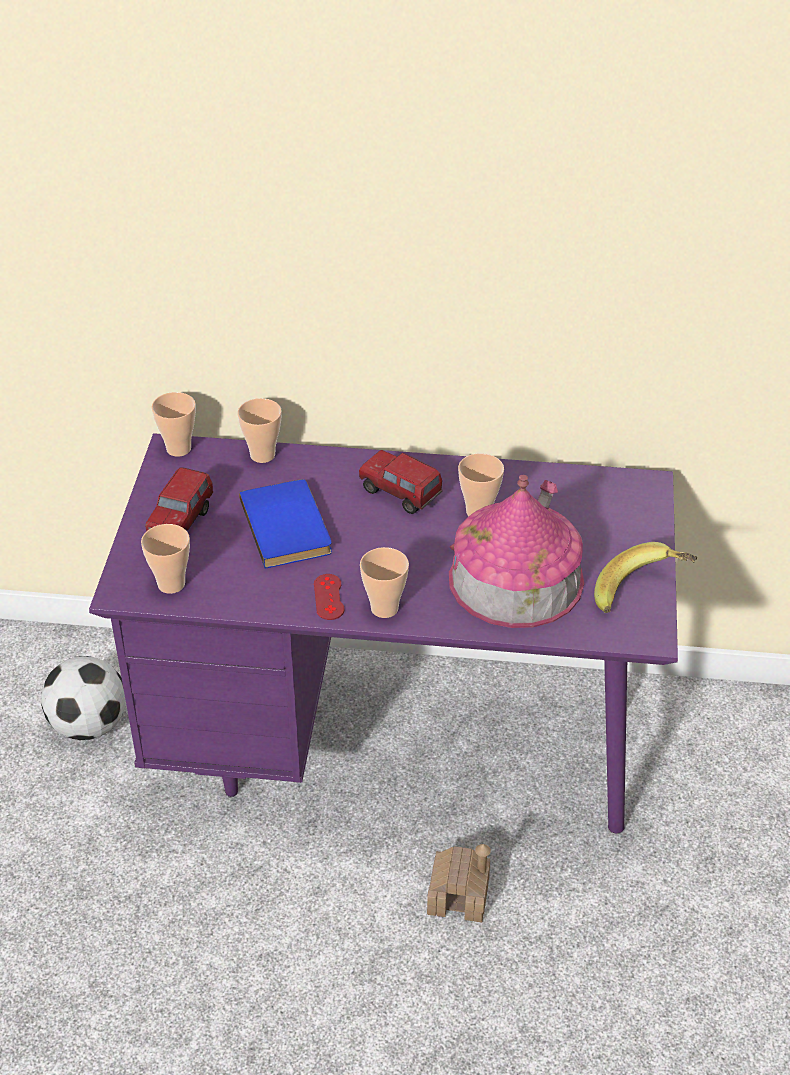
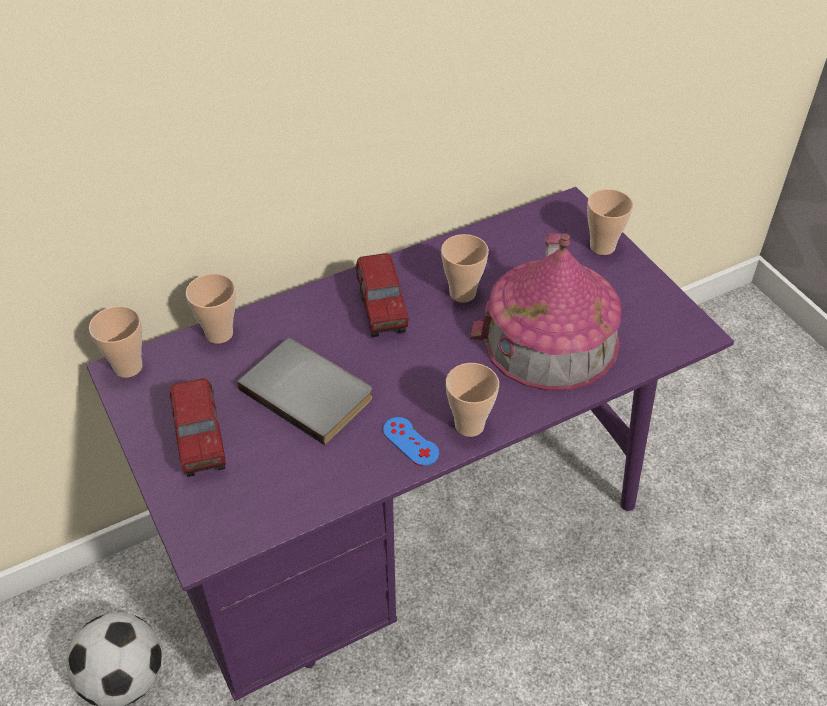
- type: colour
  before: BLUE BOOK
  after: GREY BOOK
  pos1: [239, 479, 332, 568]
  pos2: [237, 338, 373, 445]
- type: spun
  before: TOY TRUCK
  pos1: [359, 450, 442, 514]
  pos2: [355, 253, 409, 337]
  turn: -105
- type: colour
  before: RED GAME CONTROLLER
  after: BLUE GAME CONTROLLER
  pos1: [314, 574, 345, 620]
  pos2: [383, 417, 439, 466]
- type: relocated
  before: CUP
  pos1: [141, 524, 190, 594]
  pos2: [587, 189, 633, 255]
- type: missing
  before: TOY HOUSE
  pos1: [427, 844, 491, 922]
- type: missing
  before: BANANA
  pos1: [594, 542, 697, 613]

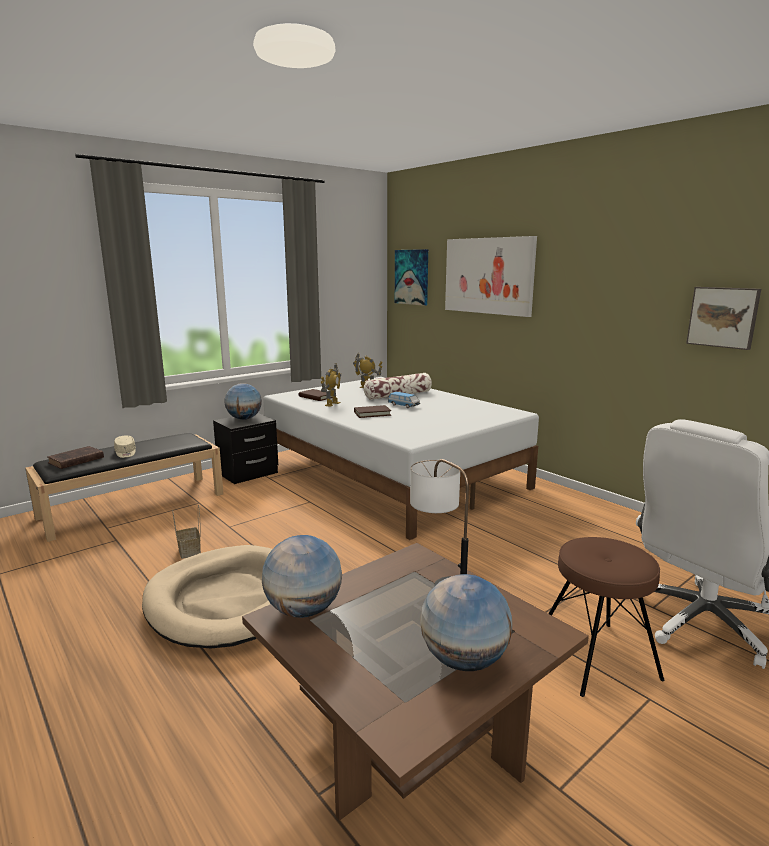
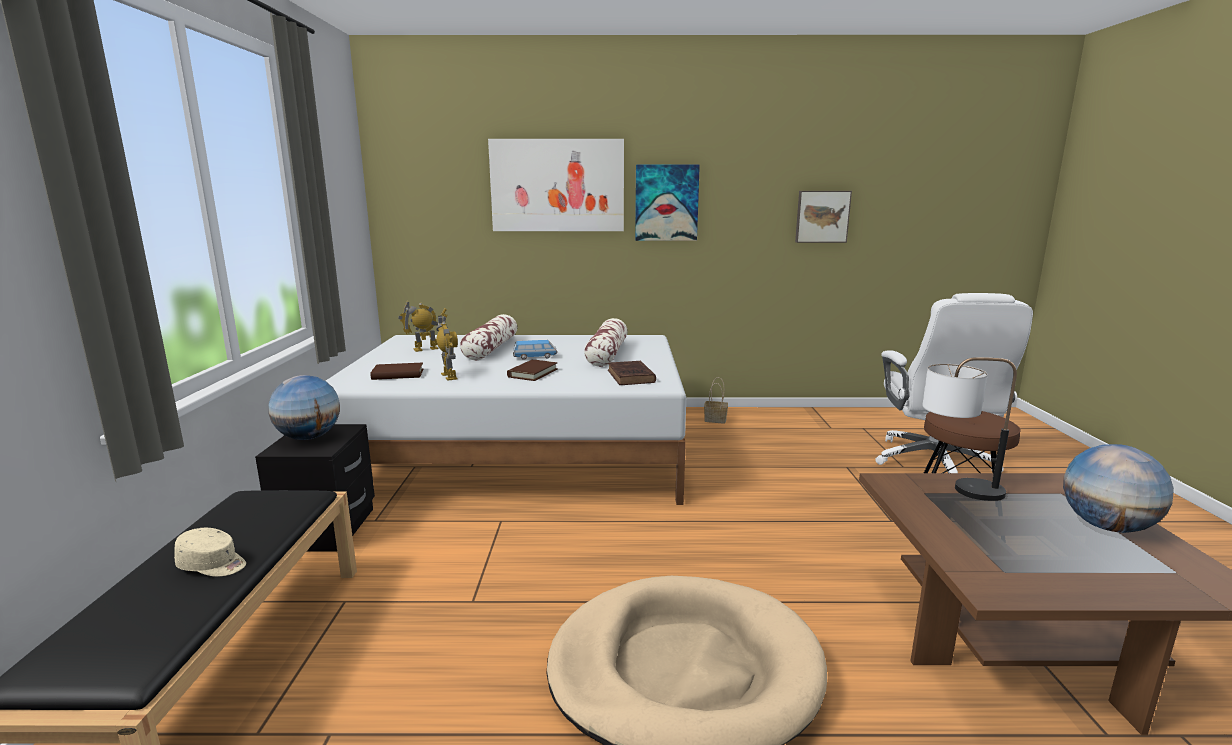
- type: appeared
  after: PILLOW
  pos2: [584, 318, 628, 367]
- type: relocated
  before: BROWN BOOK
  pos1: [47, 446, 104, 469]
  pos2: [608, 361, 656, 385]
- type: relocated
  before: PICTURE
  pos1: [395, 249, 428, 306]
  pos2: [635, 165, 700, 241]
- type: relocated
  before: BASKET
  pos1: [172, 505, 201, 559]
  pos2: [704, 377, 728, 424]
- type: missing
  before: GLOBE
  pos1: [262, 535, 342, 618]

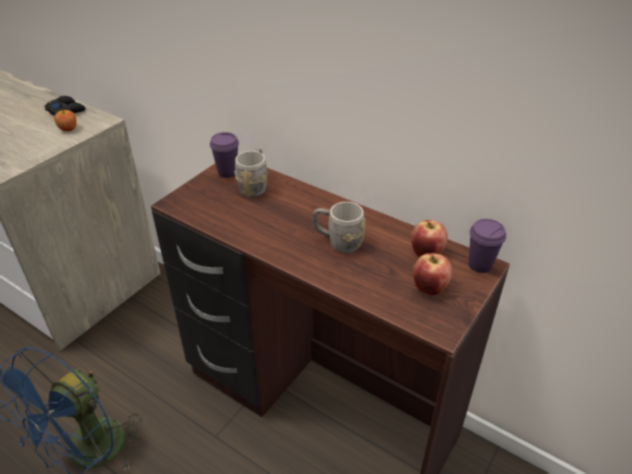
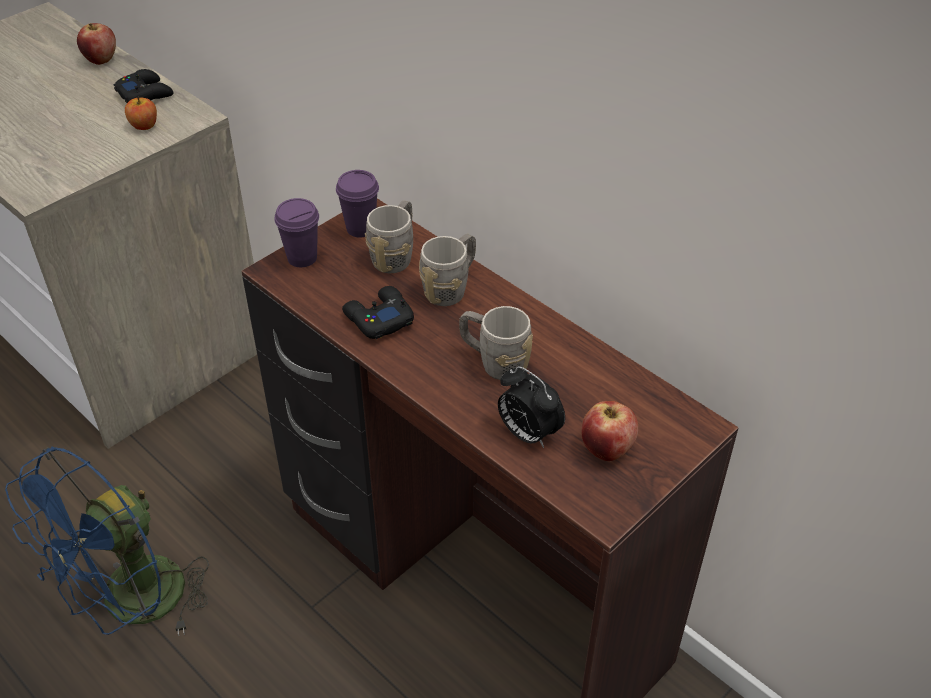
- type: relocated
  before: APPLE
  pos1: [411, 220, 448, 257]
  pos2: [77, 23, 116, 65]
- type: relocated
  before: PURPLE CUP
  pos1: [468, 219, 506, 273]
  pos2: [274, 198, 319, 267]
- type: appeared
  after: BLACK GAME CONTROLLER
  pos2: [342, 286, 414, 339]
- type: appeared
  after: GREY MUG
  pos2: [419, 234, 476, 306]
- type: appeared
  after: ALARM CLOCK
  pos2: [498, 366, 565, 448]

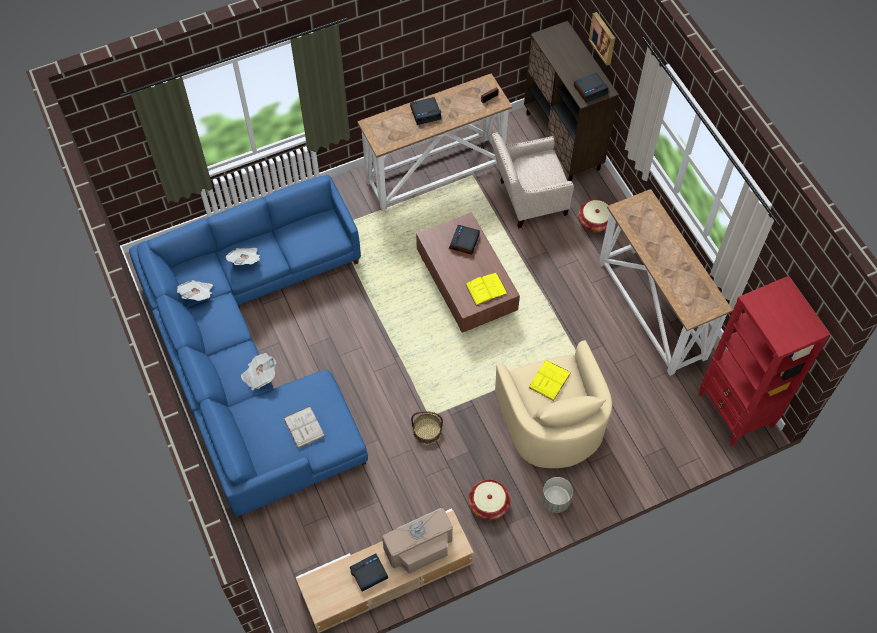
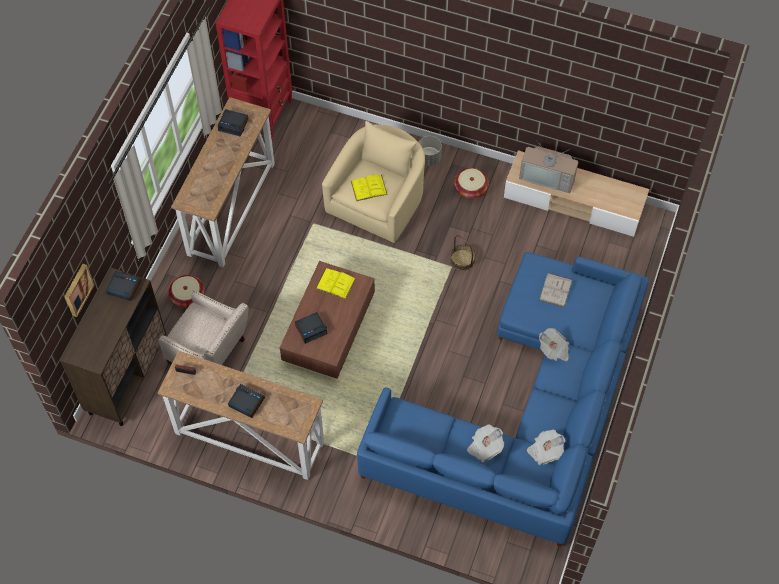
- type: relocated
  before: ALARM CLOCK
  pos1: [350, 554, 388, 592]
  pos2: [218, 109, 249, 137]

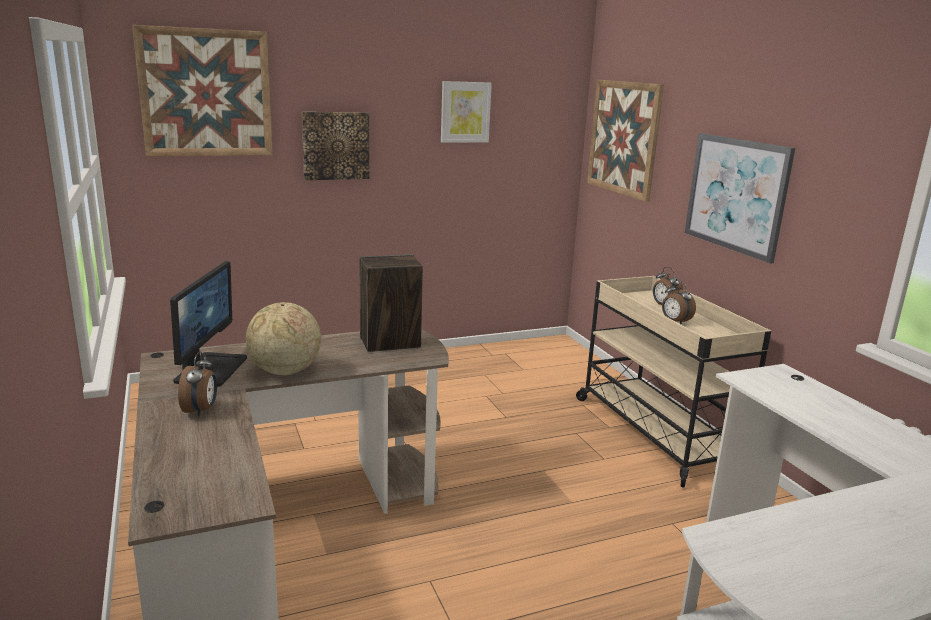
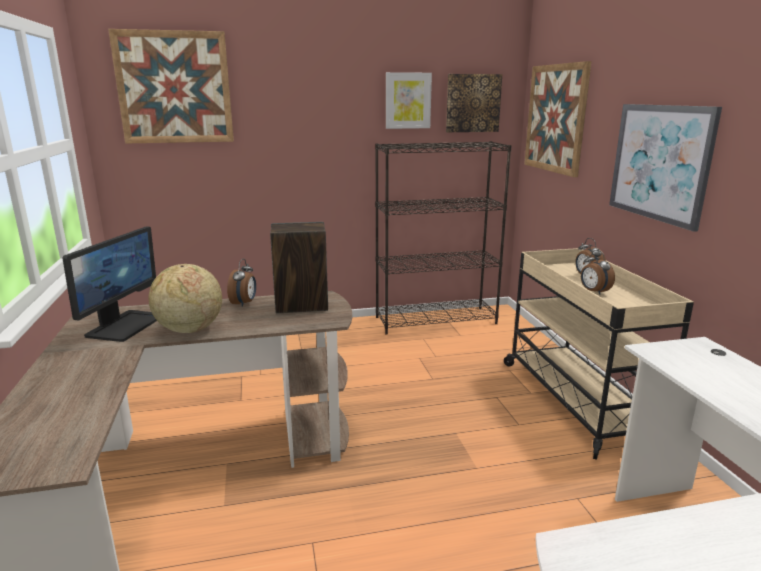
- type: relocated
  before: ALARM CLOCK
  pos1: [178, 351, 217, 416]
  pos2: [227, 259, 256, 307]
- type: appeared
  after: BLACK BOOKCASE
  pos2: [375, 141, 512, 335]
- type: relocated
  before: PICTURE
  pos1: [302, 112, 369, 180]
  pos2: [446, 74, 502, 132]

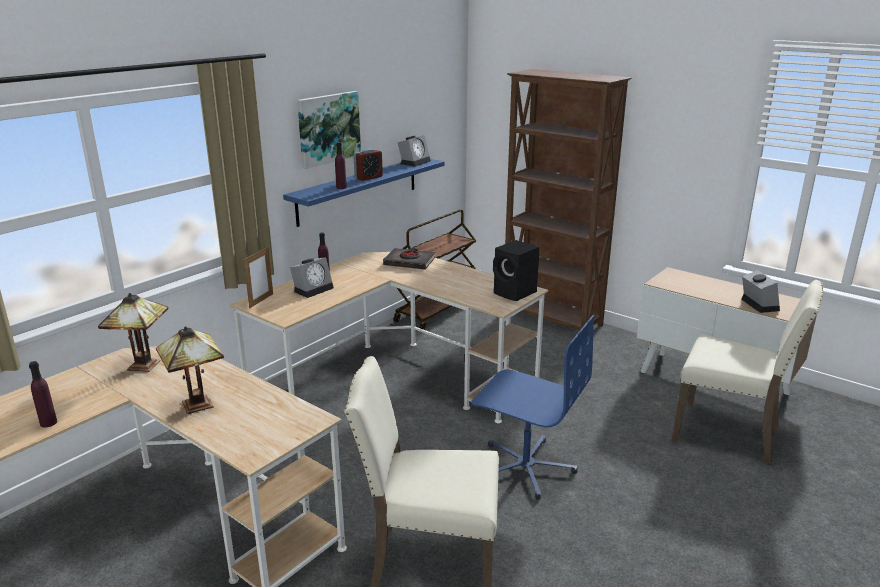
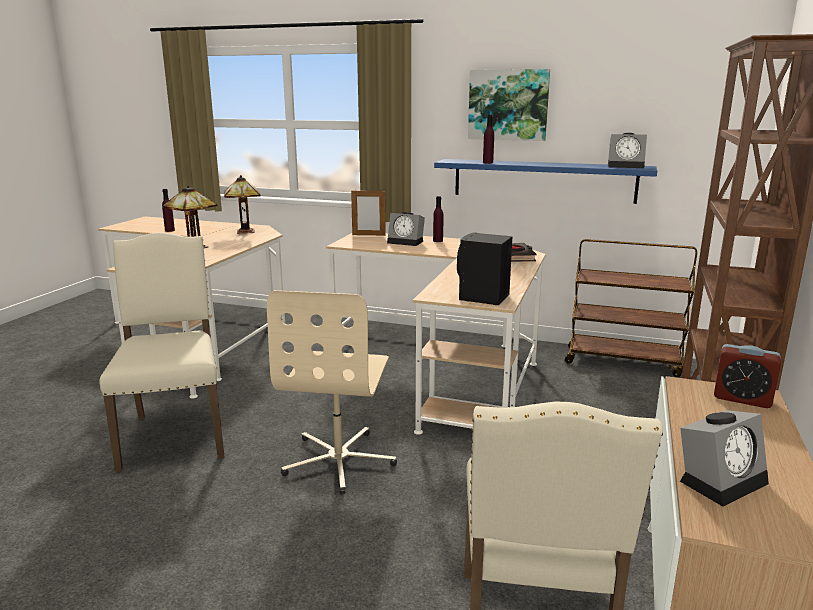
- type: colour
  before: BLUE OFFICE CHAIR
  after: BEIGE OFFICE CHAIR
  pos1: [471, 315, 594, 500]
  pos2: [267, 290, 397, 494]
- type: relocated
  before: ALARM CLOCK
  pos1: [353, 148, 383, 181]
  pos2: [714, 344, 781, 408]

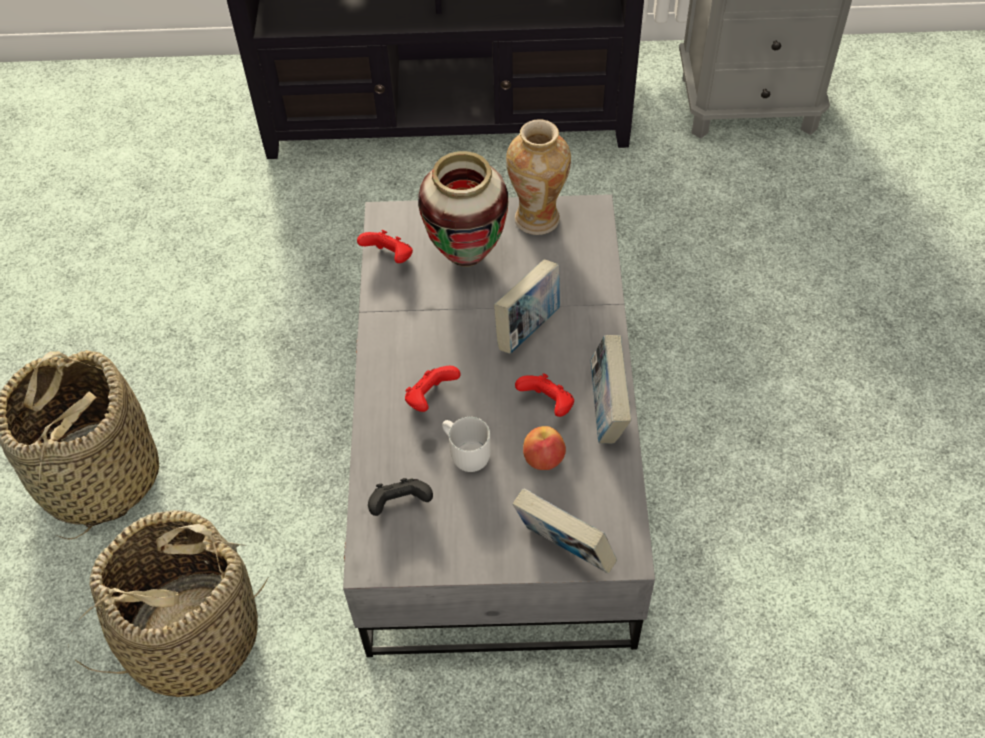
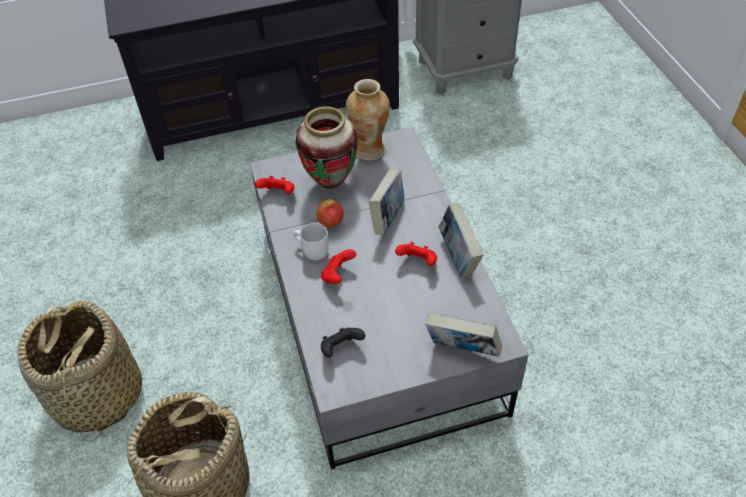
- type: relocated
  before: WHITE MUG
  pos1: [442, 417, 491, 472]
  pos2: [293, 223, 329, 260]
- type: relocated
  before: APPLE
  pos1: [523, 426, 566, 470]
  pos2: [317, 199, 344, 227]

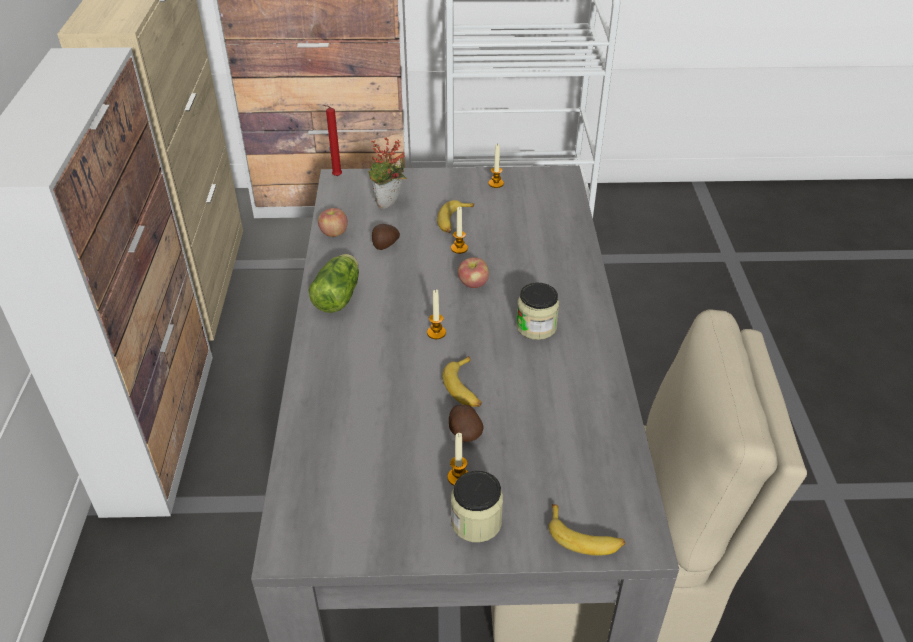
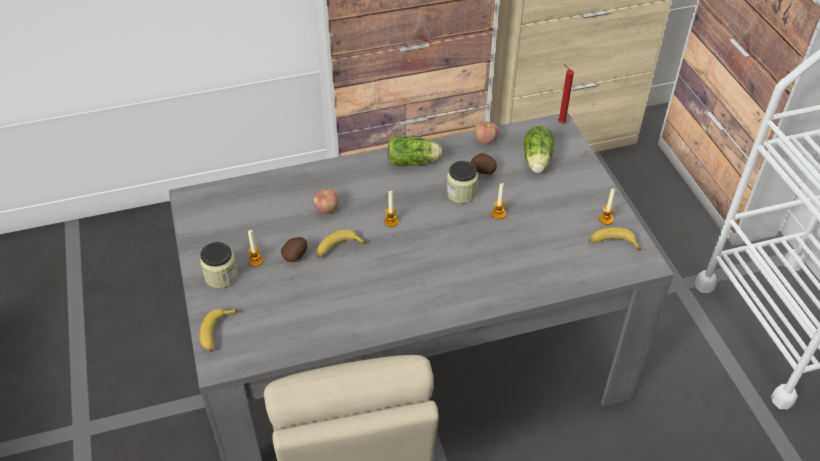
- type: relocated
  before: APPLE
  pos1: [458, 257, 489, 288]
  pos2: [313, 189, 339, 214]
- type: relocated
  before: JAR
  pos1: [516, 282, 559, 340]
  pos2: [446, 161, 478, 203]
- type: exchanged
  before: POTTED PLANT
  after: LETTUCE
  pos1: [368, 137, 406, 209]
  pos2: [524, 126, 555, 173]
- type: relocated
  before: BANANA
  pos1: [437, 200, 474, 233]
  pos2: [589, 227, 641, 251]

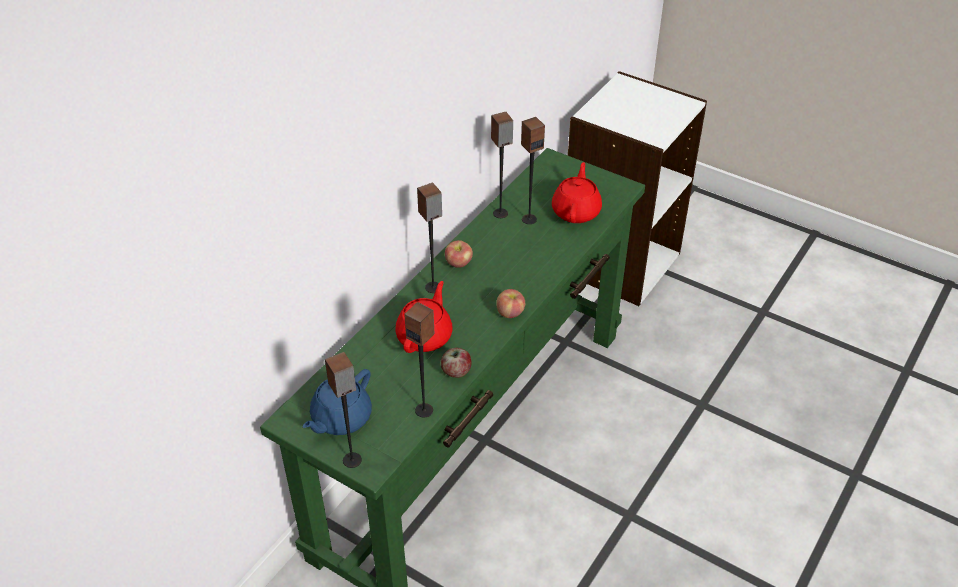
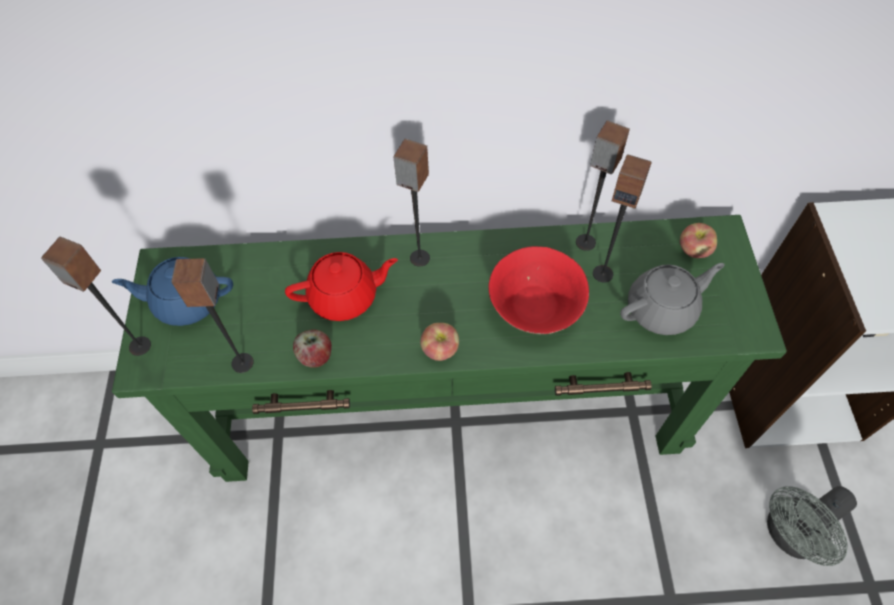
- type: appeared
  after: RED BOWL
  pos2: [488, 246, 589, 334]
- type: colour
  before: RED TEAPOT
  after: GREY TEAPOT
  pos1: [552, 162, 602, 223]
  pos2: [620, 263, 725, 335]
- type: relocated
  before: APPLE
  pos1: [445, 240, 473, 268]
  pos2: [680, 223, 717, 258]
- type: appeared
  after: GREY FAN
  pos2: [767, 486, 857, 566]

